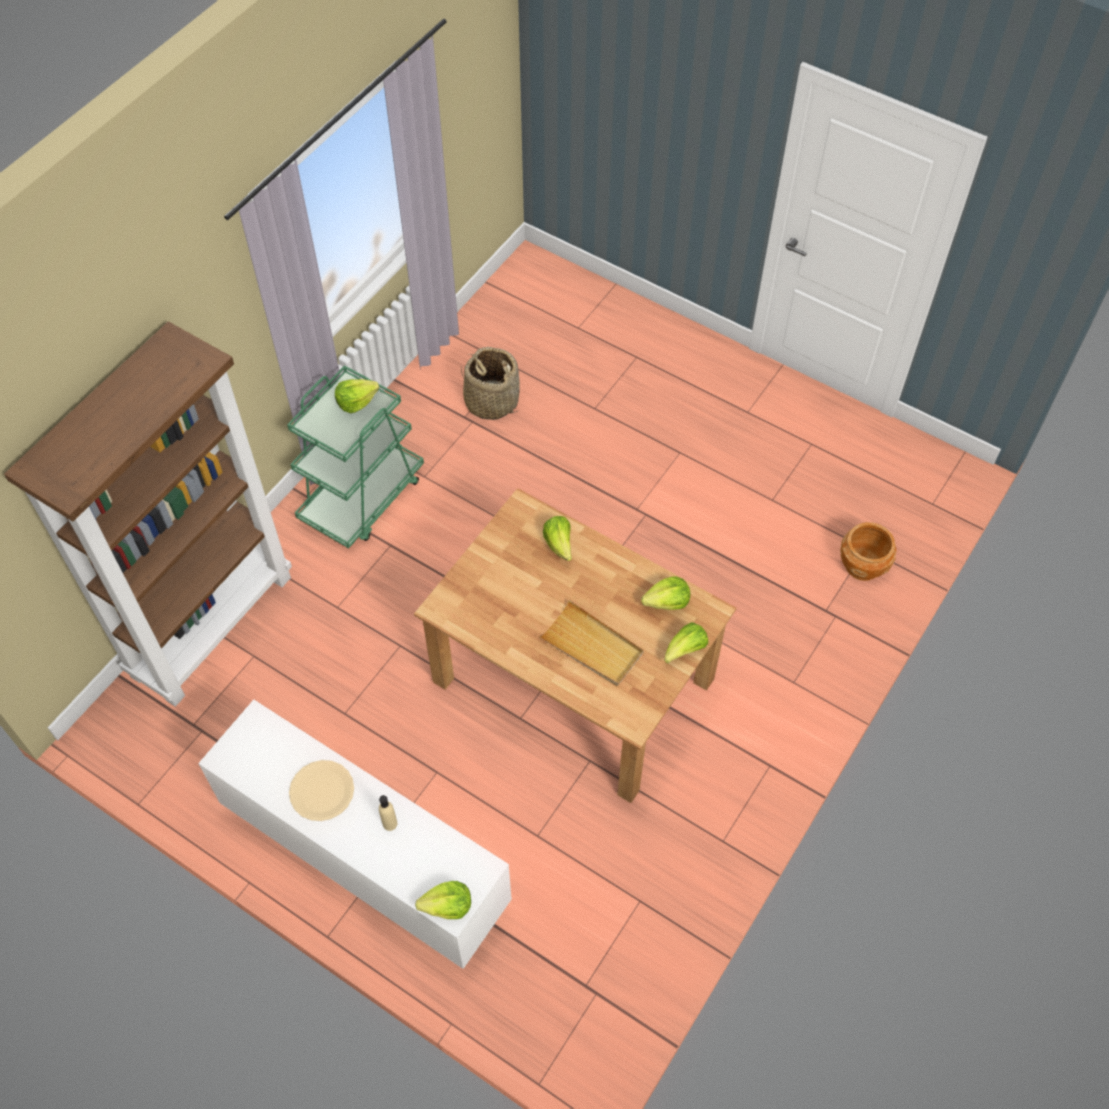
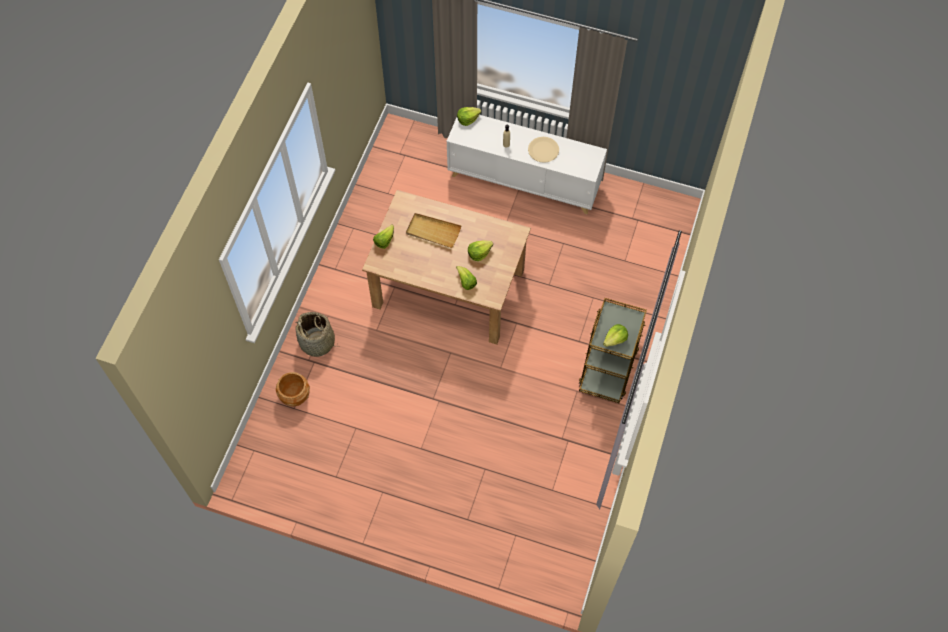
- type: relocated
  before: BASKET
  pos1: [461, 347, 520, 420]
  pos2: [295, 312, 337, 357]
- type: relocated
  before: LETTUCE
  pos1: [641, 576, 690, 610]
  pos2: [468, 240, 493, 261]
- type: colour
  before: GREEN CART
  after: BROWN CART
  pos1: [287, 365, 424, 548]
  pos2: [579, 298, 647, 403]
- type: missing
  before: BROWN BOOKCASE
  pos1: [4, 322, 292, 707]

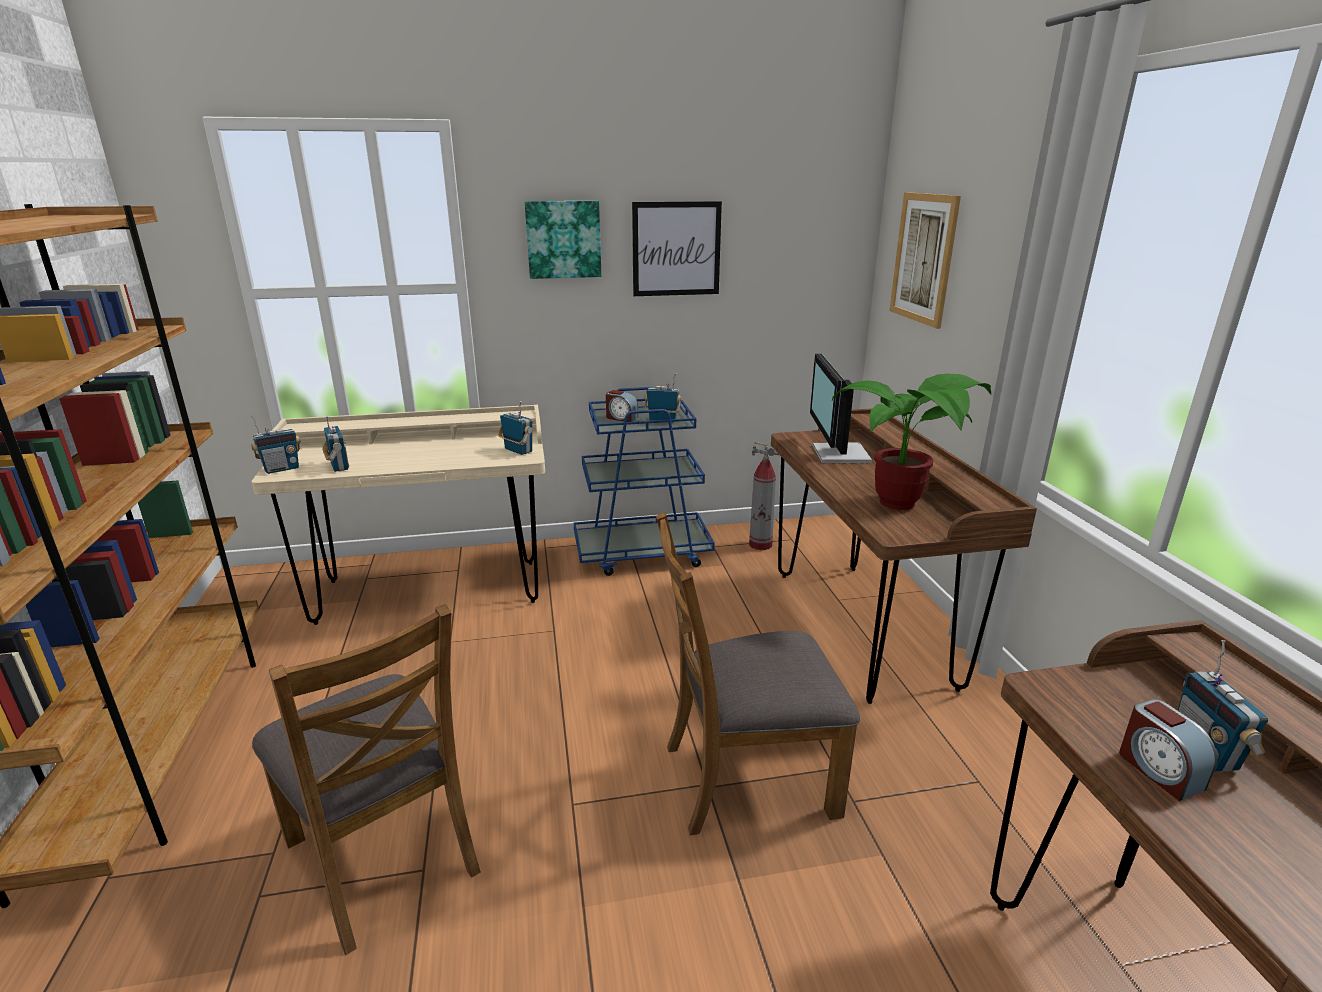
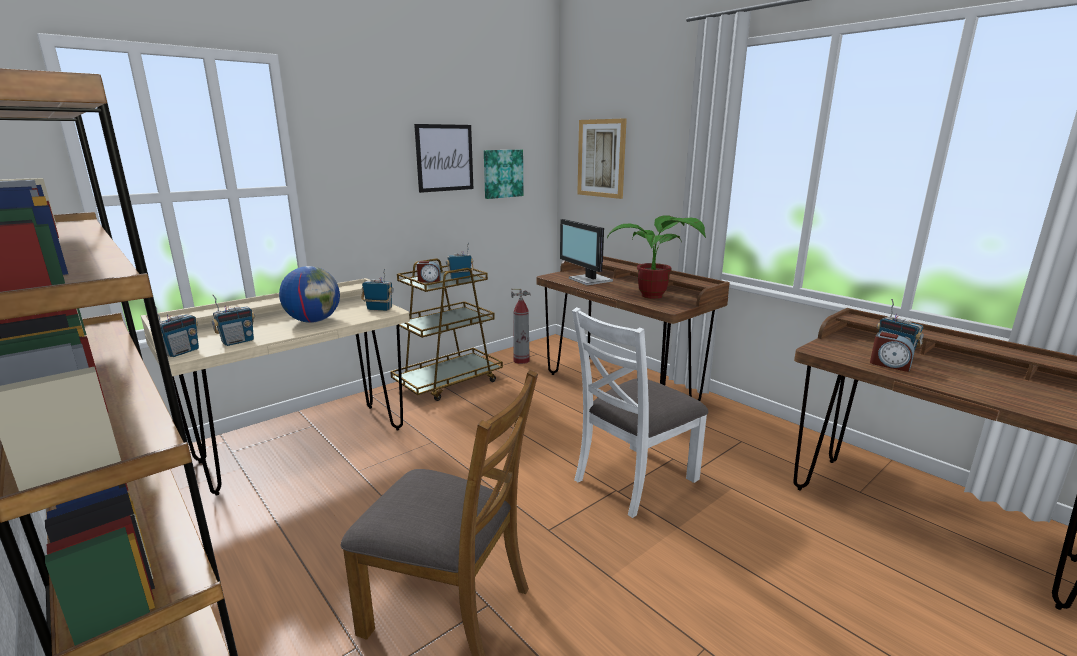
- type: spun
  before: RADIO
  pos1: [322, 416, 349, 472]
  pos2: [212, 294, 255, 346]
  turn: 105
- type: appeared
  after: GLOBE
  pos2: [279, 266, 340, 323]
- type: colour
  before: BLUE CART
  after: BROWN CART
  pos1: [574, 387, 715, 576]
  pos2: [390, 259, 503, 401]
- type: relocated
  before: PICTURE
  pos1: [524, 201, 601, 279]
  pos2: [484, 150, 523, 199]
- type: colour
  before: BROWN CHAIR
  after: WHITE CHAIR
  pos1: [656, 512, 860, 835]
  pos2: [572, 307, 708, 518]

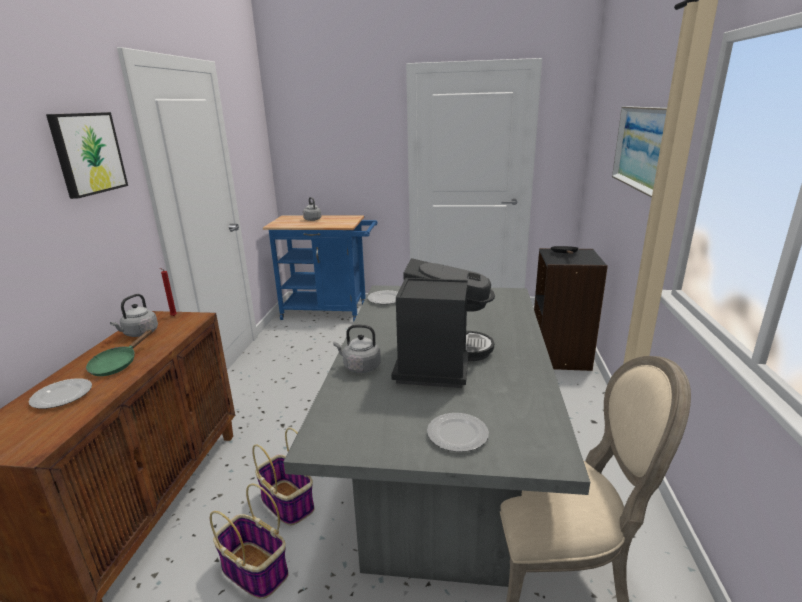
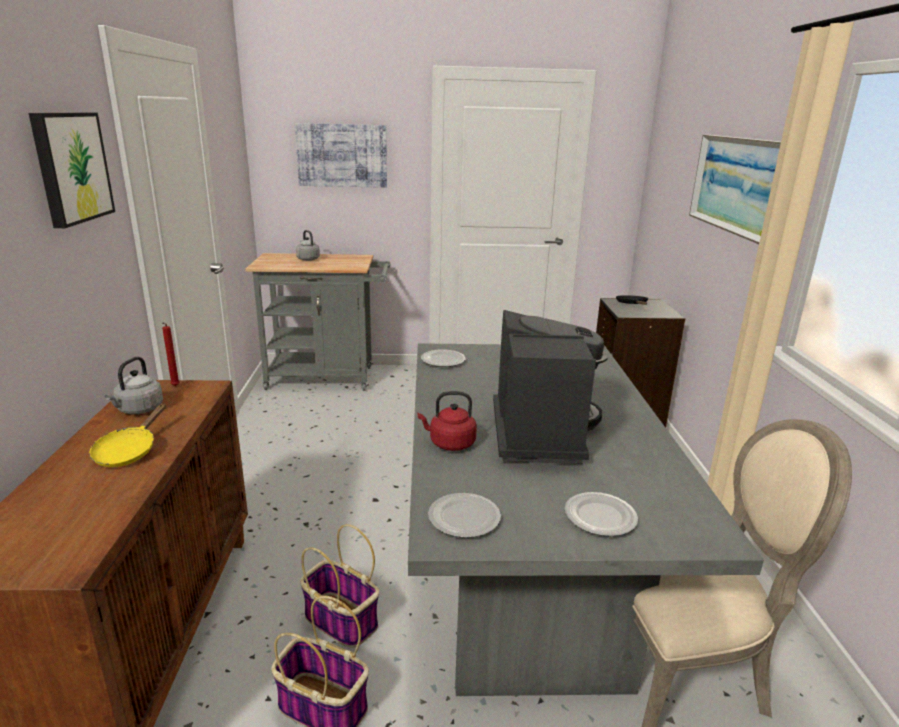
- type: colour
  before: GREEN FRYING PAN
  after: YELLOW FRYING PAN
  pos1: [86, 329, 152, 376]
  pos2: [89, 403, 166, 467]
- type: colour
  before: BLUE CART
  after: GREY CART
  pos1: [263, 215, 377, 322]
  pos2: [245, 253, 390, 391]
- type: appeared
  after: PICTURE
  pos2: [295, 123, 387, 188]
- type: colour
  before: GREY KETTLE
  after: RED KETTLE
  pos1: [333, 325, 381, 373]
  pos2: [418, 391, 477, 451]
- type: relocated
  before: PLATE
  pos1: [29, 378, 92, 409]
  pos2: [428, 493, 501, 538]

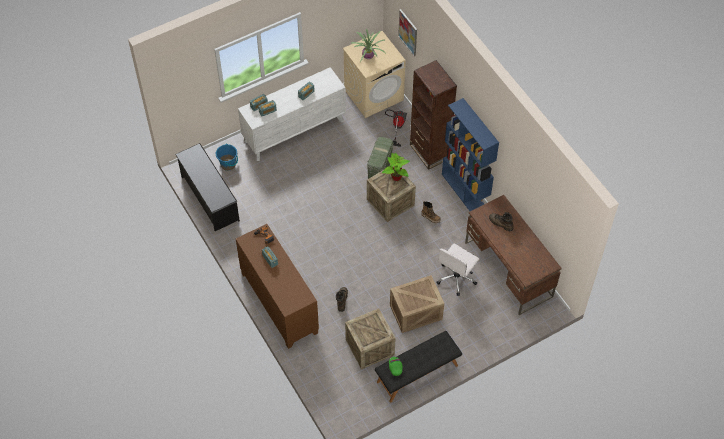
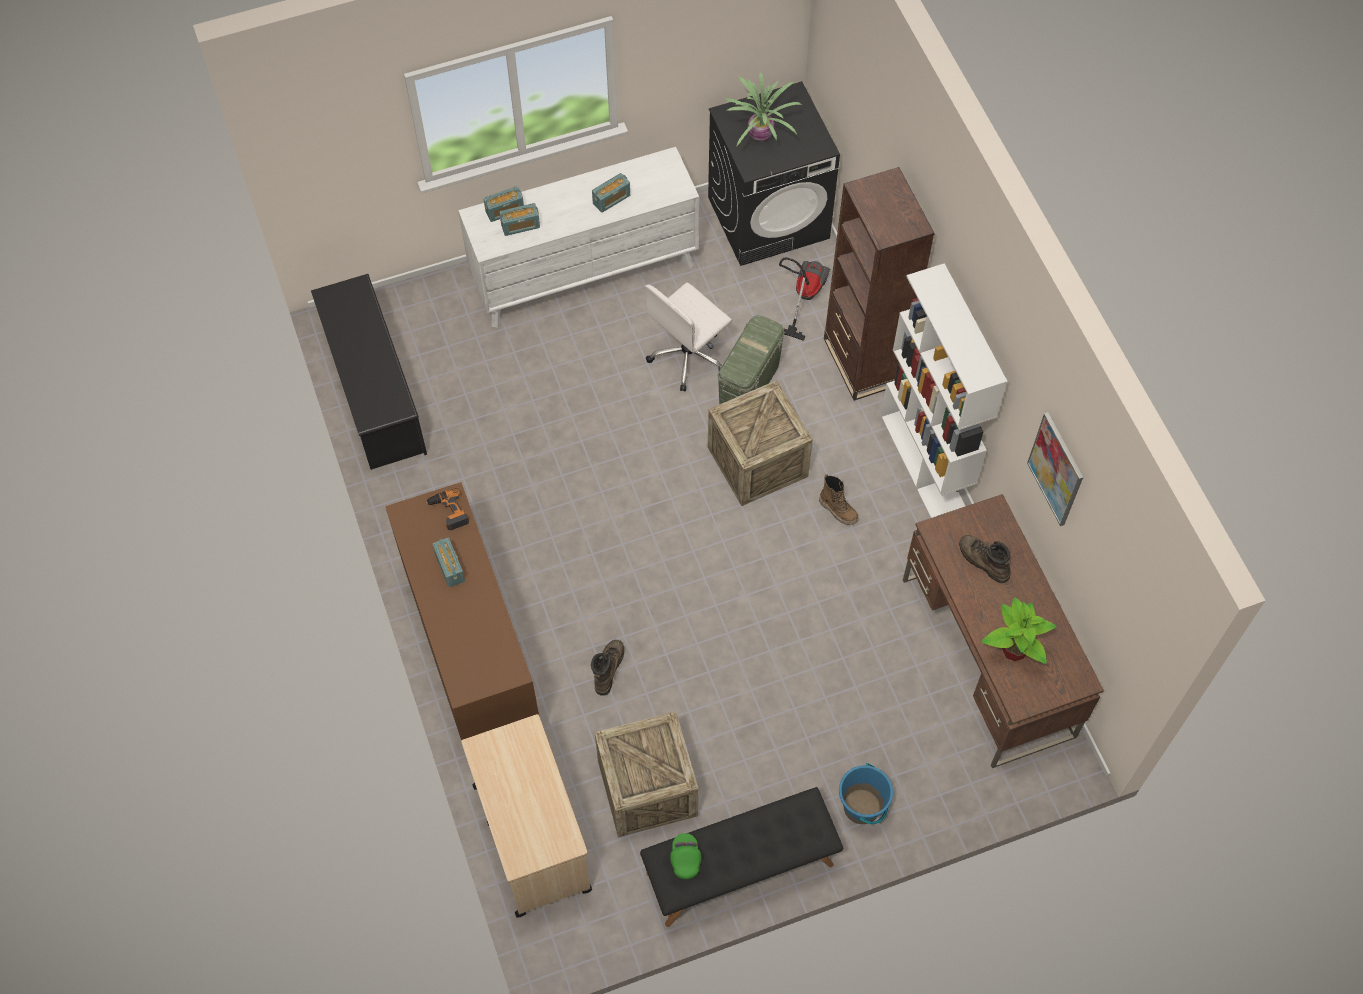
- type: appeared
  after: BEIGE CART
  pos2: [461, 714, 592, 918]
- type: relocated
  before: WHITE OFFICE CHAIR
  pos1: [437, 243, 479, 296]
  pos2: [645, 283, 732, 391]
- type: colour
  before: BEIGE WASHING MACHINE
  after: BLACK WASHING MACHINE
  pos1: [343, 31, 406, 118]
  pos2: [708, 81, 840, 266]
- type: relocated
  before: BLUE BUCKET
  pos1: [216, 144, 238, 171]
  pos2: [839, 763, 893, 824]
- type: colour
  before: BLUE BOOKCASE
  after: WHITE BOOKCASE
  pos1: [442, 98, 499, 211]
  pos2: [880, 263, 1007, 518]
- type: relocated
  before: POTTED PLANT
  pos1: [382, 153, 410, 181]
  pos2: [981, 597, 1056, 664]
- type: relocated
  before: PICTURE
  pos1: [398, 9, 417, 56]
  pos2: [1027, 412, 1083, 526]
- type: missing
  before: CRATE
  pos1: [390, 275, 444, 333]

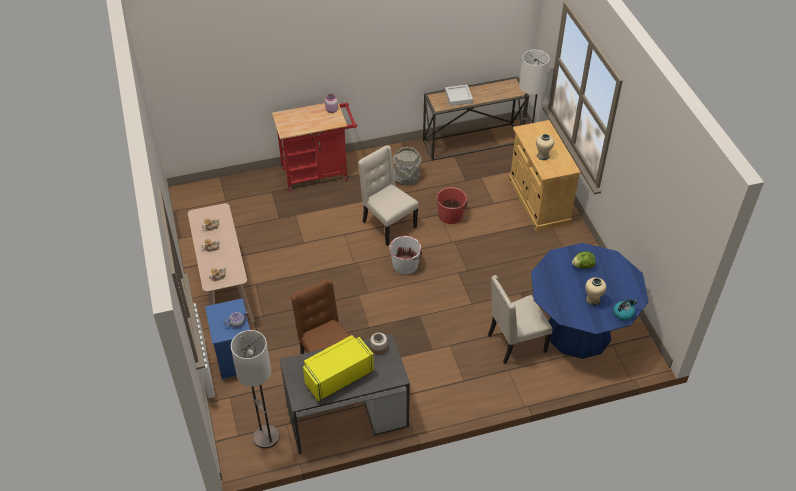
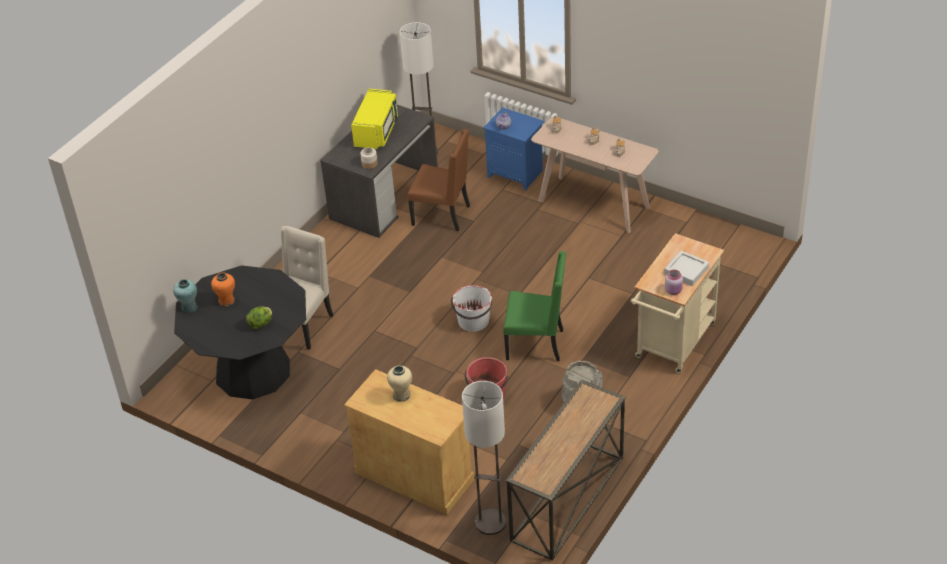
- type: exchanged
  before: KETTLE
  after: TURQUOISE VASE
  pos1: [613, 299, 637, 321]
  pos2: [173, 279, 198, 313]
- type: colour
  before: BLUE DINING TABLE
  after: BLACK DINING TABLE
  pos1: [531, 243, 649, 359]
  pos2: [174, 265, 306, 399]
- type: colour
  before: BEIGE VASE
  after: ORANGE VASE
  pos1: [585, 278, 607, 306]
  pos2: [211, 273, 235, 307]
- type: colour
  before: BEIGE CHAIR
  after: GREEN CHAIR
  pos1: [358, 145, 419, 246]
  pos2: [503, 251, 566, 361]
- type: colour
  before: RED CART
  after: BEIGE CART
  pos1: [272, 103, 357, 192]
  pos2: [631, 233, 724, 373]
- type: relocated
  before: GREY TRAY
  pos1: [445, 85, 473, 106]
  pos2: [664, 251, 709, 286]

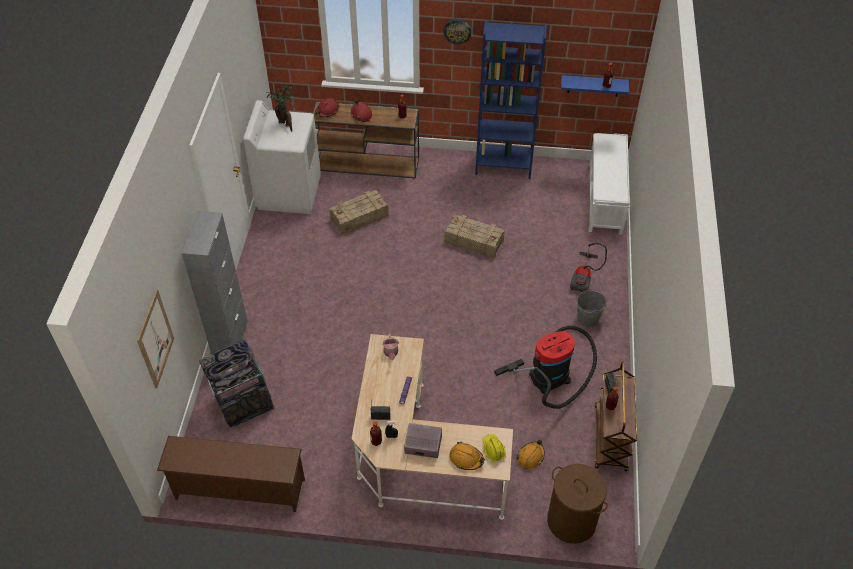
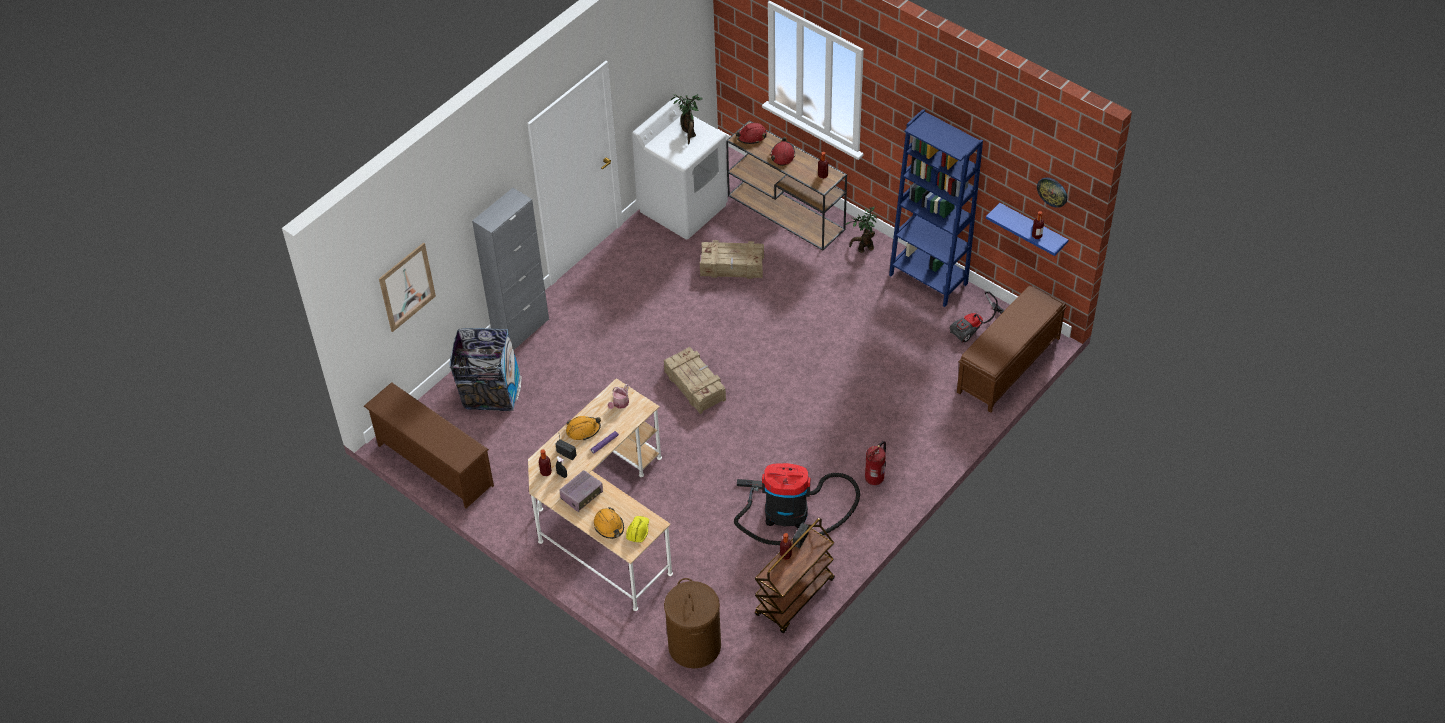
- type: spun
  before: RADIO
  pos1: [404, 423, 442, 458]
  pos2: [559, 470, 603, 512]
  turn: 90
- type: relocated
  before: ORANGE HARD HAT
  pos1: [516, 440, 545, 469]
  pos2: [566, 416, 601, 440]
- type: relocated
  before: CRATE
  pos1: [444, 215, 505, 258]
  pos2: [664, 347, 726, 414]
- type: appeared
  after: POTTED PLANT
  pos2: [845, 206, 877, 253]
- type: exchanged
  before: GREY BUCKET
  after: FIRE EXTINGUISHER
  pos1: [577, 289, 607, 327]
  pos2: [865, 441, 886, 485]
- type: relocated
  before: VACUUM CLEANER
  pos1: [570, 243, 607, 292]
  pos2: [950, 291, 1004, 343]
- type: colour
  before: WHITE BENCH
  after: BROWN BENCH
  pos1: [589, 133, 630, 235]
  pos2: [957, 286, 1066, 412]
- type: relocated
  before: WALL CLOCK
  pos1: [443, 19, 471, 44]
  pos2: [1037, 178, 1067, 208]

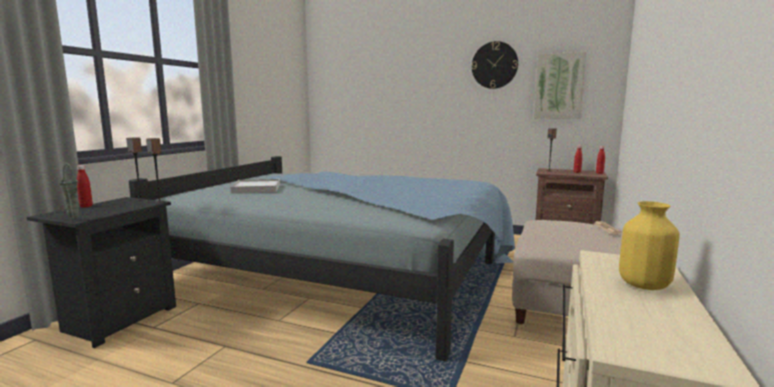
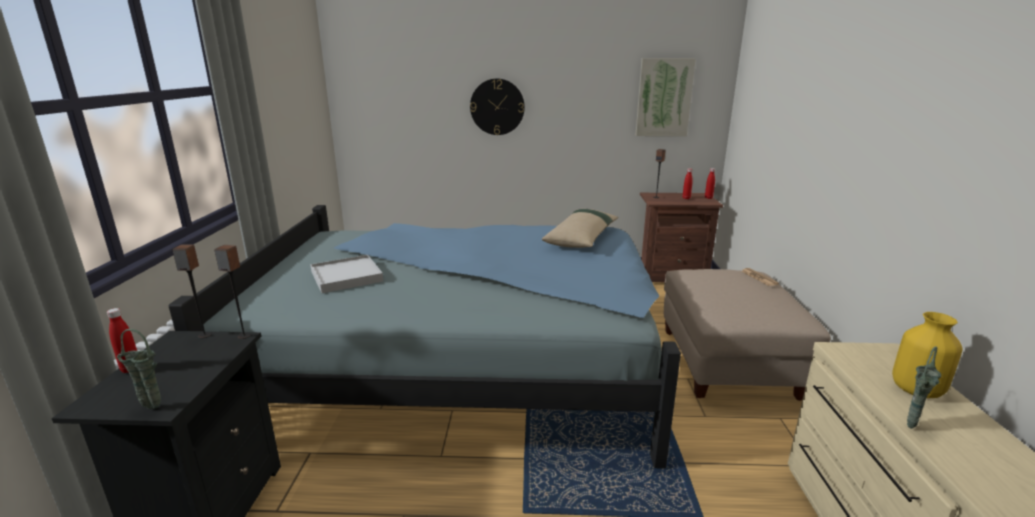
- type: relocated
  before: WALL CLOCK
  pos1: [472, 41, 518, 89]
  pos2: [470, 79, 525, 135]
- type: appeared
  after: BEIGE PILLOW
  pos2: [542, 209, 618, 248]
- type: appeared
  after: GREEN VASE
  pos2: [907, 346, 941, 429]

